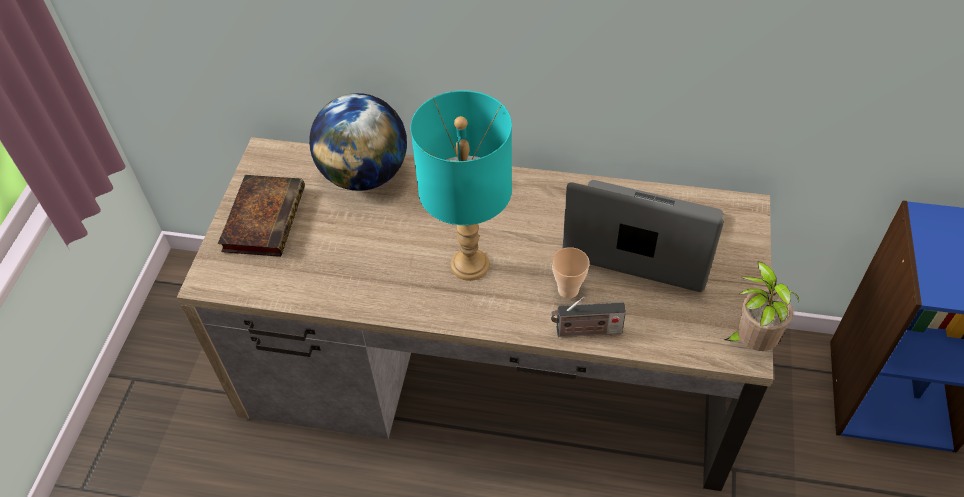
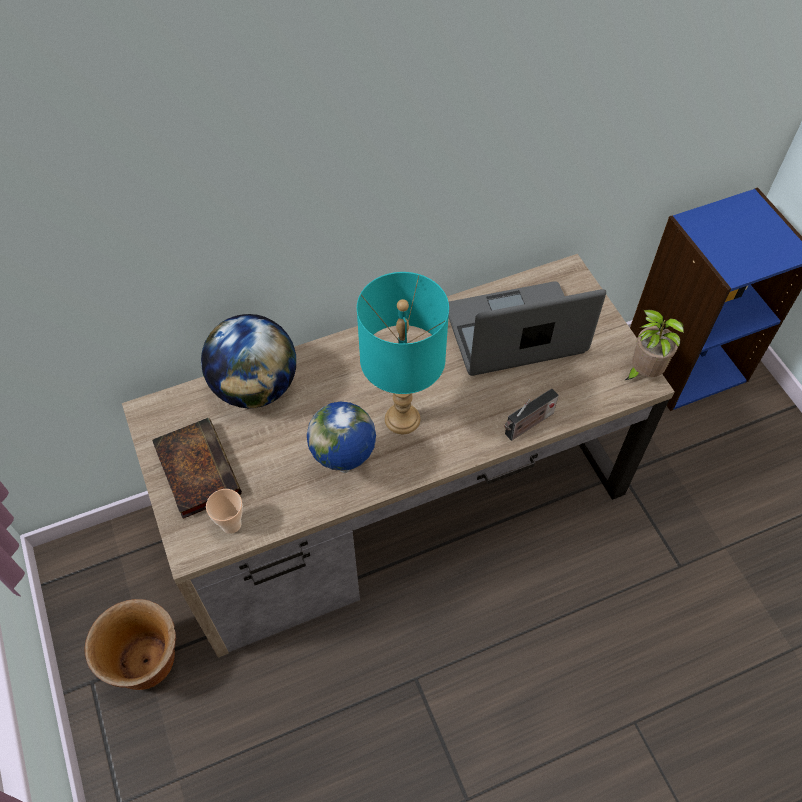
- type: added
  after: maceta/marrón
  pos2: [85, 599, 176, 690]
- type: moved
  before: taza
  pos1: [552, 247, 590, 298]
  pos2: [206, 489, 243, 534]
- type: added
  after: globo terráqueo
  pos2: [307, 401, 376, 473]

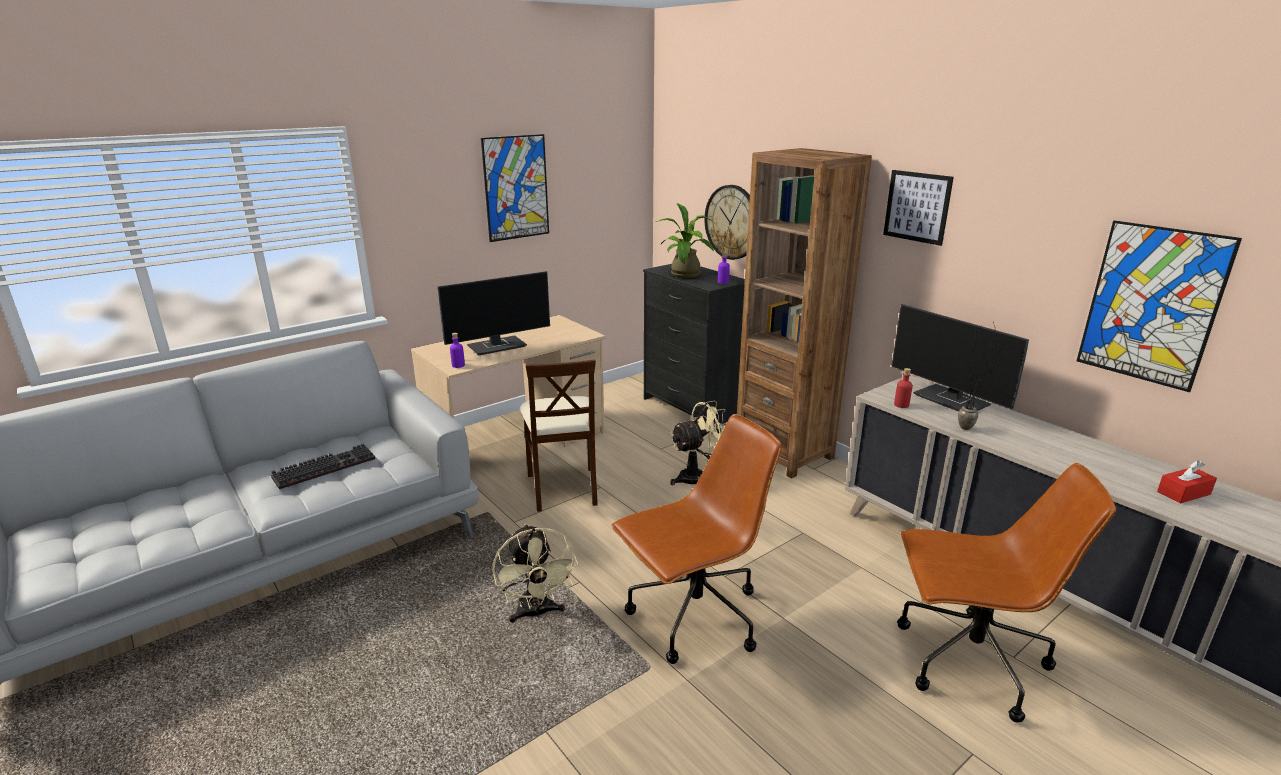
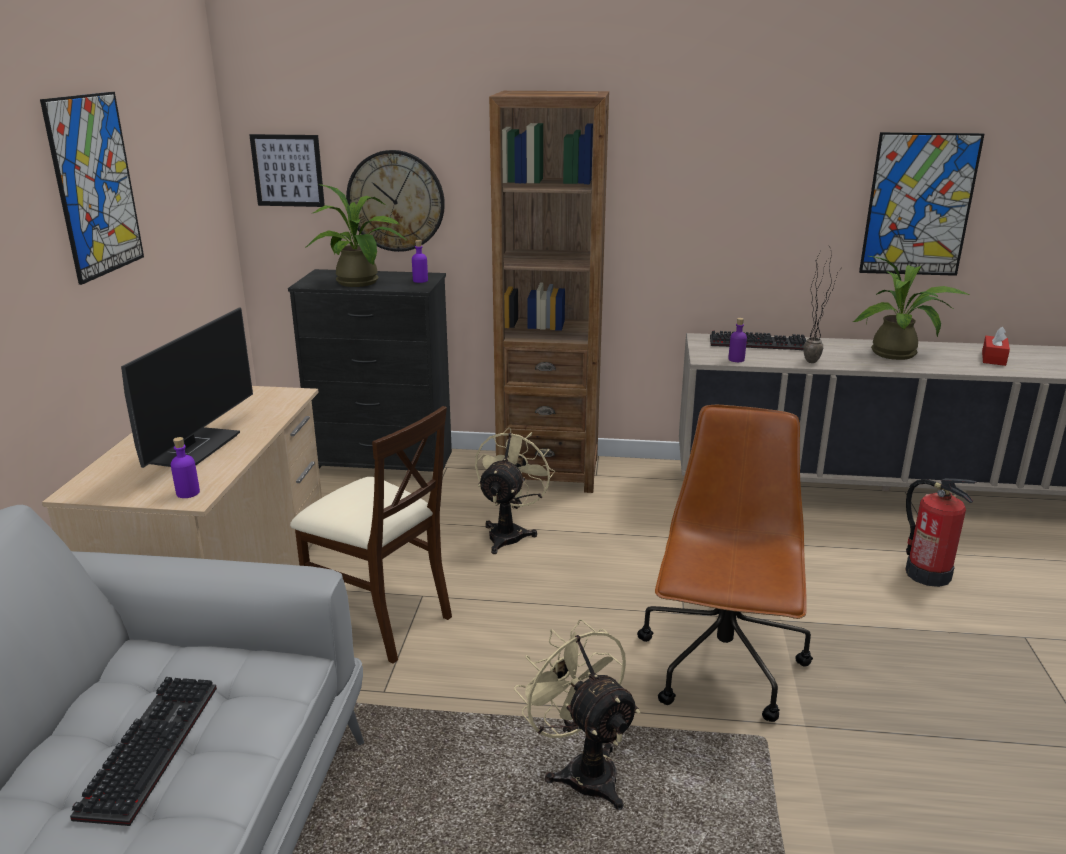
- type: moved
  before: cuadro
  pos1: [883, 170, 954, 246]
  pos2: [249, 134, 325, 207]
- type: turned
  before: ventilador/beis
  pos1: [493, 524, 578, 622]
  pos2: [514, 619, 640, 810]
  turn: -150
- type: replaced
  before: monitor
  after: teclado
  pos1: [891, 304, 1029, 412]
  pos2: [710, 331, 806, 350]
- type: recoloured
  before: botella/rojo
  after: botella/morado
  pos1: [894, 368, 913, 408]
  pos2: [728, 318, 747, 362]
- type: added
  after: planta en maceta
  pos2: [853, 256, 969, 360]
- type: replaced
  before: silla de oficina/marrón
  after: extintor
  pos1: [897, 463, 1116, 722]
  pos2: [905, 478, 977, 587]

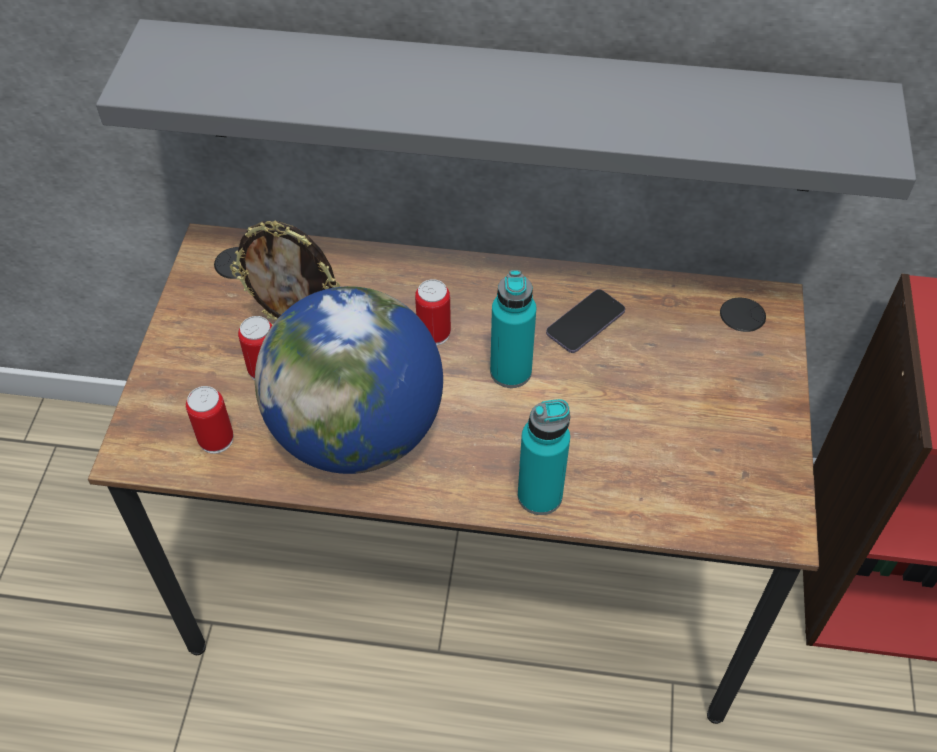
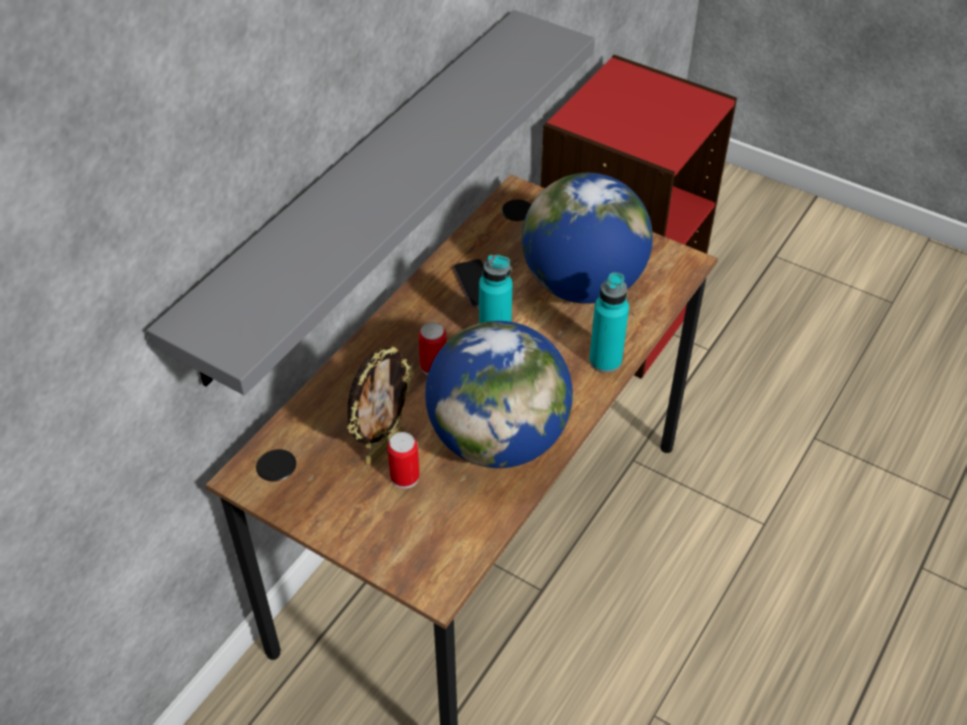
- type: added
  after: globo terráqueo
  pos2: [522, 173, 653, 304]
- type: removed
  before: lata
  pos1: [186, 386, 233, 454]

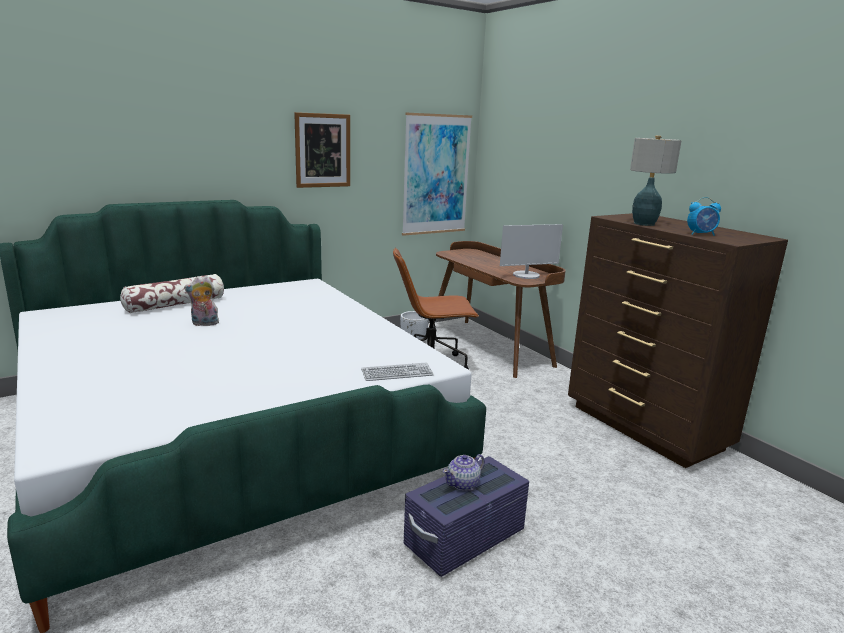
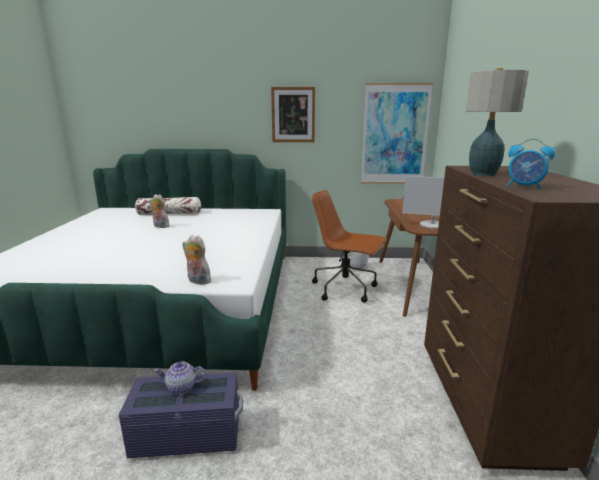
- type: replaced
  before: teclado
  after: peluche
  pos1: [361, 362, 434, 381]
  pos2: [182, 235, 211, 284]

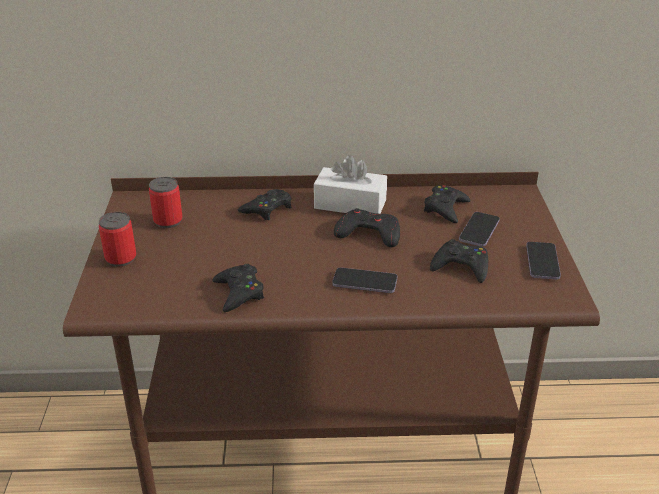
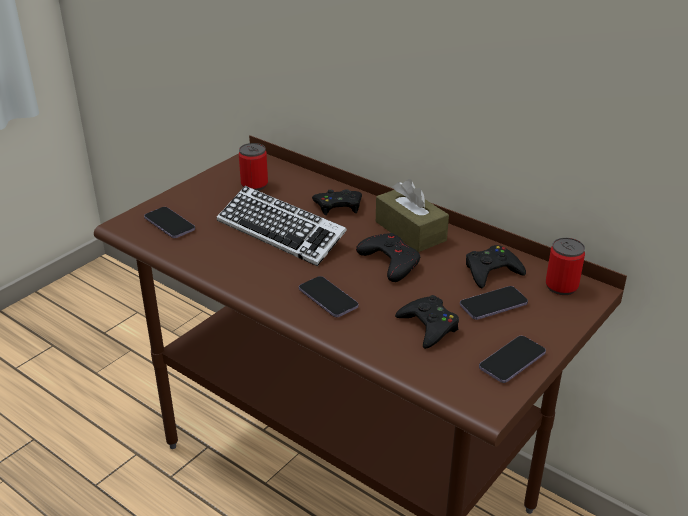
- type: added
  after: móvil
  pos2: [144, 207, 195, 238]
- type: added
  after: teclado
  pos2: [217, 186, 347, 266]
- type: recoloured
  before: caja de pañuelos/blanco
  after: caja de pañuelos/marrón
  pos1: [314, 155, 387, 214]
  pos2: [376, 179, 449, 252]
- type: moved
  before: lata
  pos1: [99, 212, 136, 267]
  pos2: [546, 238, 585, 295]
- type: removed
  before: mando de consola/negro
  pos1: [212, 264, 264, 312]

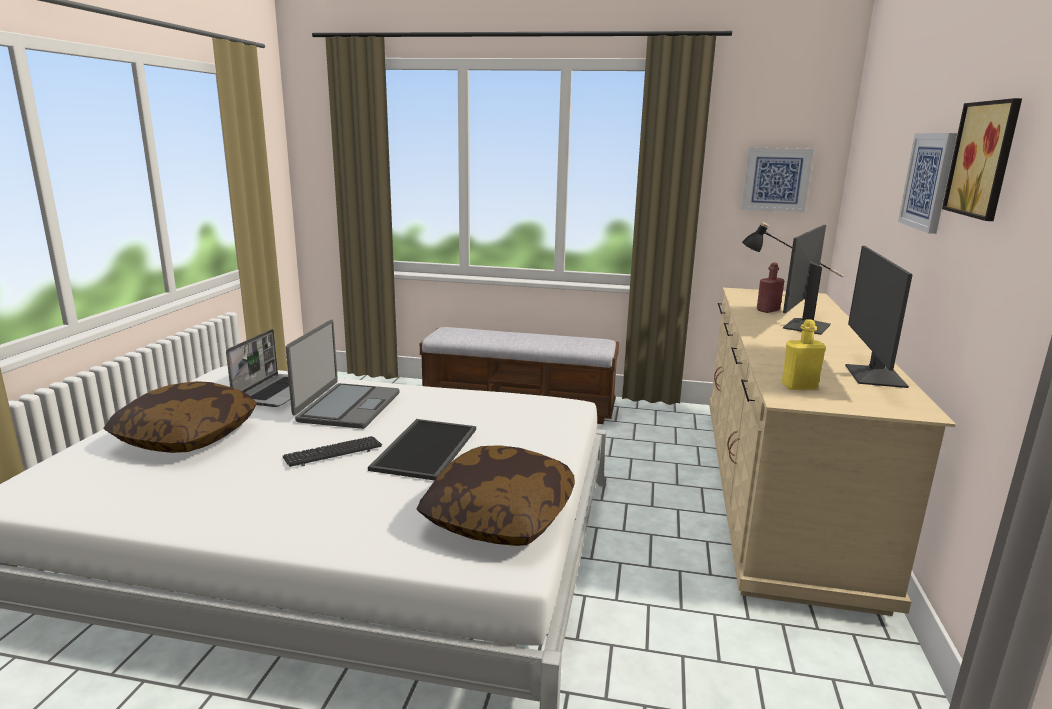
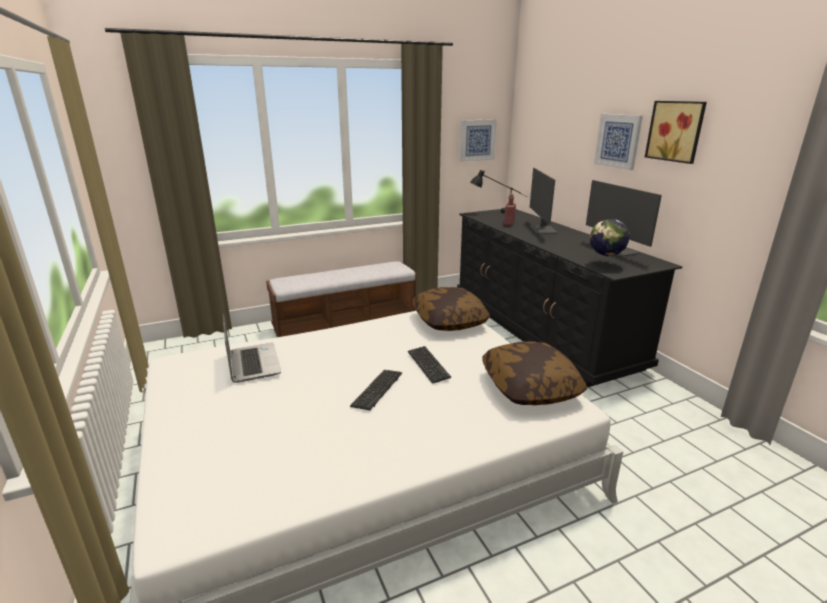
- type: replaced
  before: bandeja
  after: teclado
  pos1: [368, 419, 476, 481]
  pos2: [408, 346, 451, 384]
- type: moved
  before: cojín
  pos1: [103, 381, 257, 453]
  pos2: [412, 287, 490, 331]
- type: recoloured
  before: cómoda/beis
  after: cómoda/negro
  pos1: [709, 288, 956, 616]
  pos2: [457, 209, 682, 387]
- type: replaced
  before: botella/amarillo
  after: globo terráqueo
  pos1: [782, 319, 826, 390]
  pos2: [590, 219, 629, 267]
- type: removed
  before: portátil
  pos1: [286, 319, 400, 429]

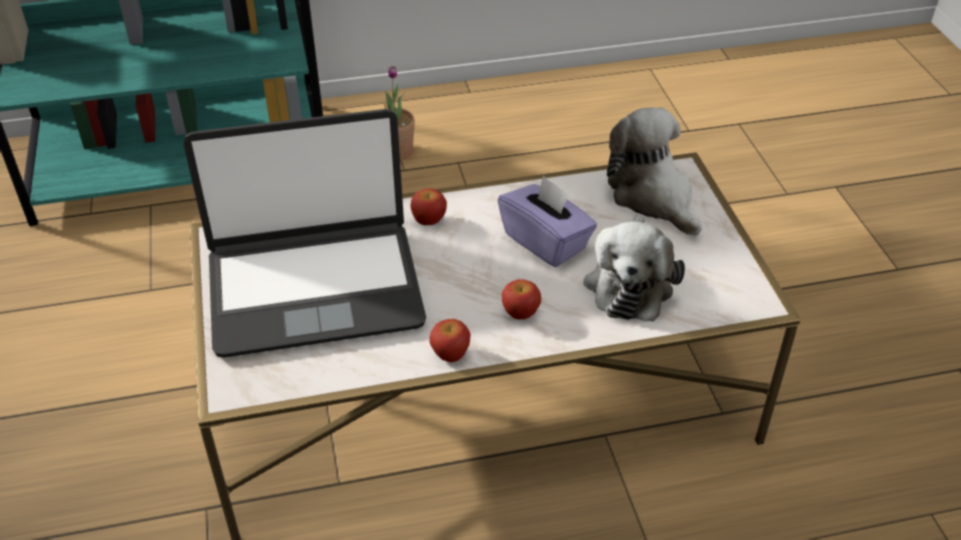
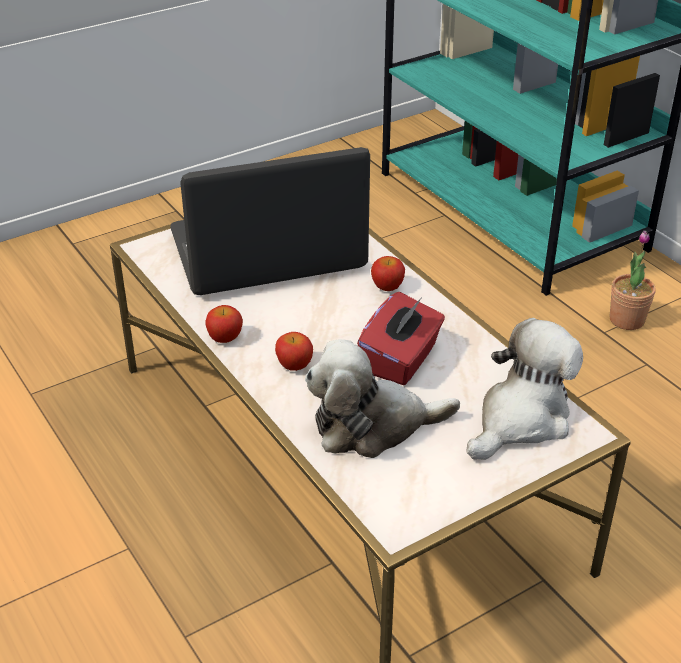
- type: turned
  before: portátil
  pos1: [183, 109, 426, 358]
  pos2: [170, 147, 370, 295]
  turn: 105
- type: recoloured
  before: caja de pañuelos/morado
  after: caja de pañuelos/rojo
  pos1: [498, 175, 597, 267]
  pos2: [357, 292, 445, 385]

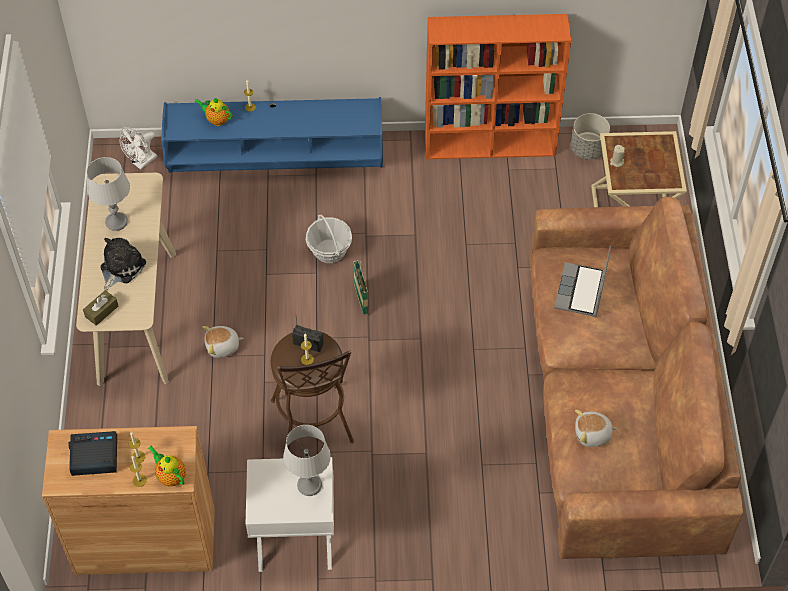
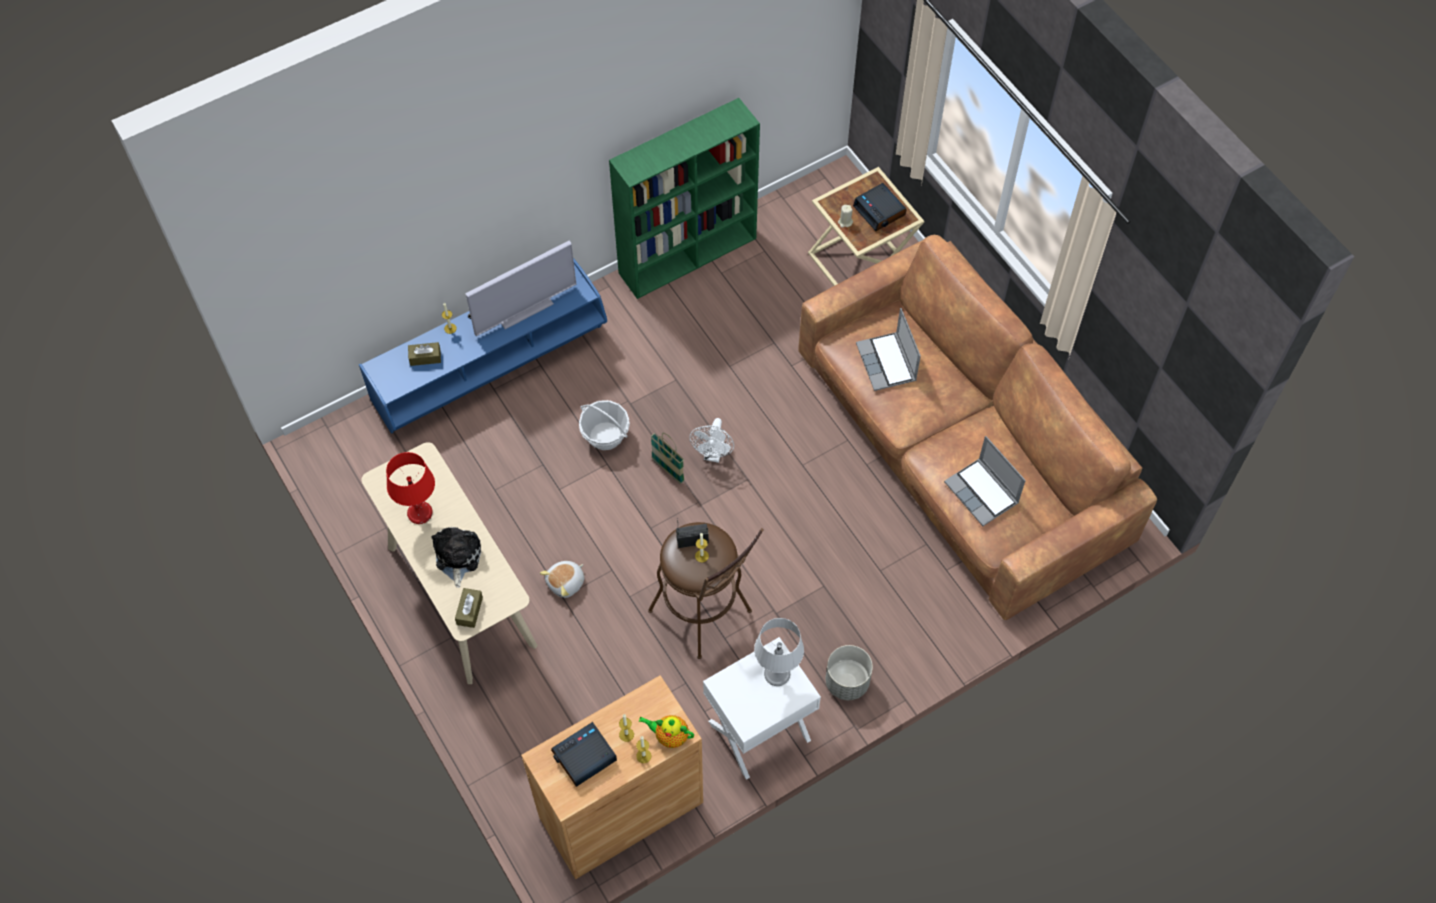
- type: recoloured
  before: lámpara de mesa/gris
  after: lámpara de mesa/rojo
  pos1: [87, 157, 130, 231]
  pos2: [386, 452, 435, 524]
- type: replaced
  before: tetera
  after: caja de pañuelos/marrón
  pos1: [194, 98, 233, 126]
  pos2: [408, 342, 441, 366]
- type: added
  after: televisor
  pos2: [465, 241, 576, 336]
- type: recoloured
  before: estantería/naranja
  after: estantería/verde
  pos1: [425, 14, 571, 159]
  pos2: [609, 98, 760, 299]
- type: moved
  before: ventilador/blanco
  pos1: [120, 127, 157, 170]
  pos2: [689, 418, 734, 463]
- type: moved
  before: maceta/gris
  pos1: [571, 113, 610, 160]
  pos2: [825, 645, 873, 700]
- type: added
  after: despertador
  pos2: [853, 183, 906, 231]
- type: replaced
  before: peluche
  after: portátil
  pos1: [575, 410, 617, 447]
  pos2: [944, 436, 1026, 526]

